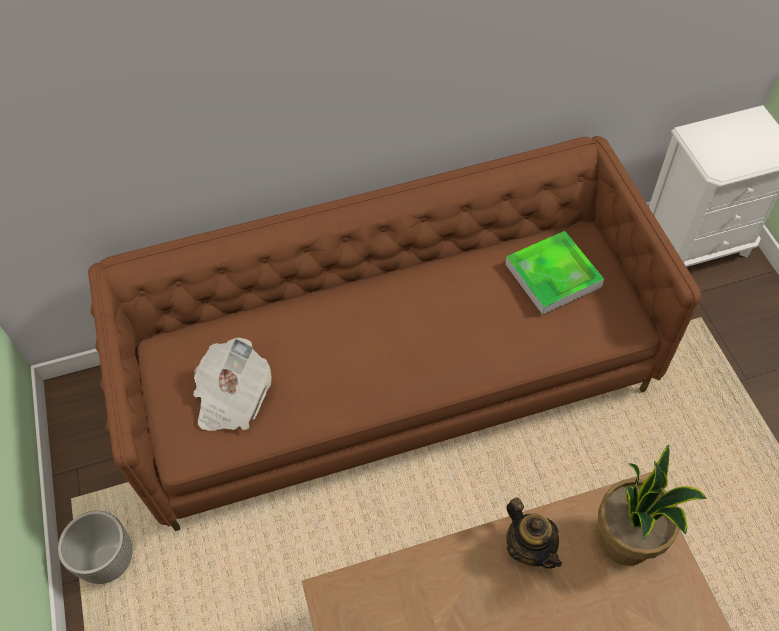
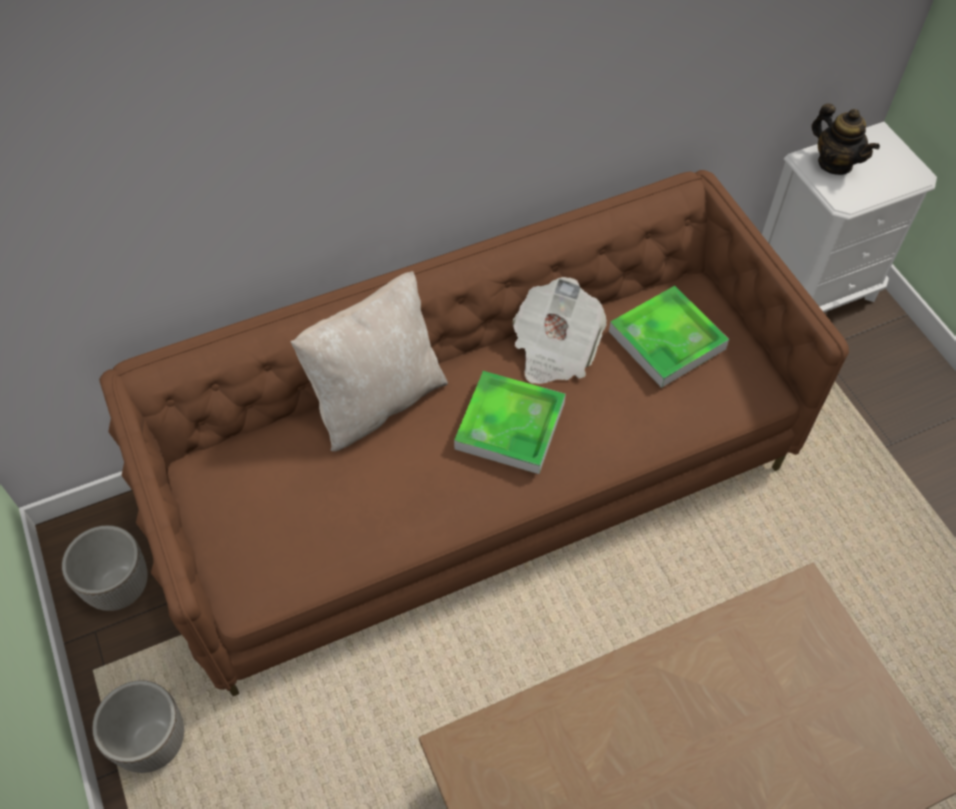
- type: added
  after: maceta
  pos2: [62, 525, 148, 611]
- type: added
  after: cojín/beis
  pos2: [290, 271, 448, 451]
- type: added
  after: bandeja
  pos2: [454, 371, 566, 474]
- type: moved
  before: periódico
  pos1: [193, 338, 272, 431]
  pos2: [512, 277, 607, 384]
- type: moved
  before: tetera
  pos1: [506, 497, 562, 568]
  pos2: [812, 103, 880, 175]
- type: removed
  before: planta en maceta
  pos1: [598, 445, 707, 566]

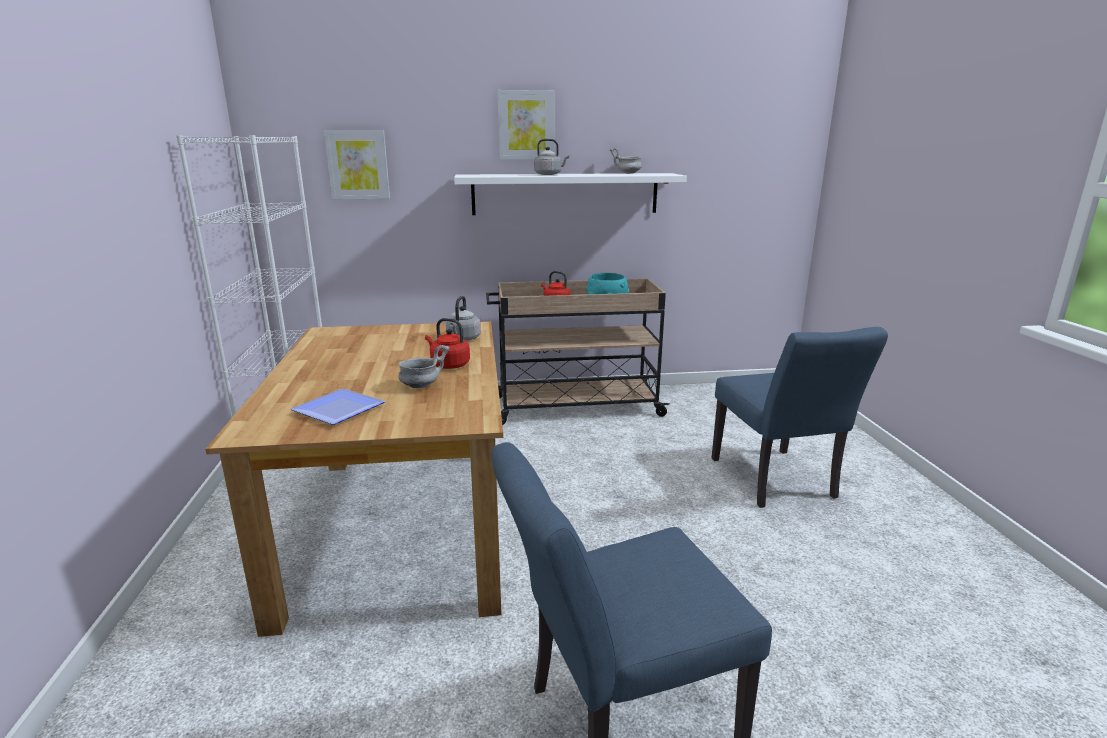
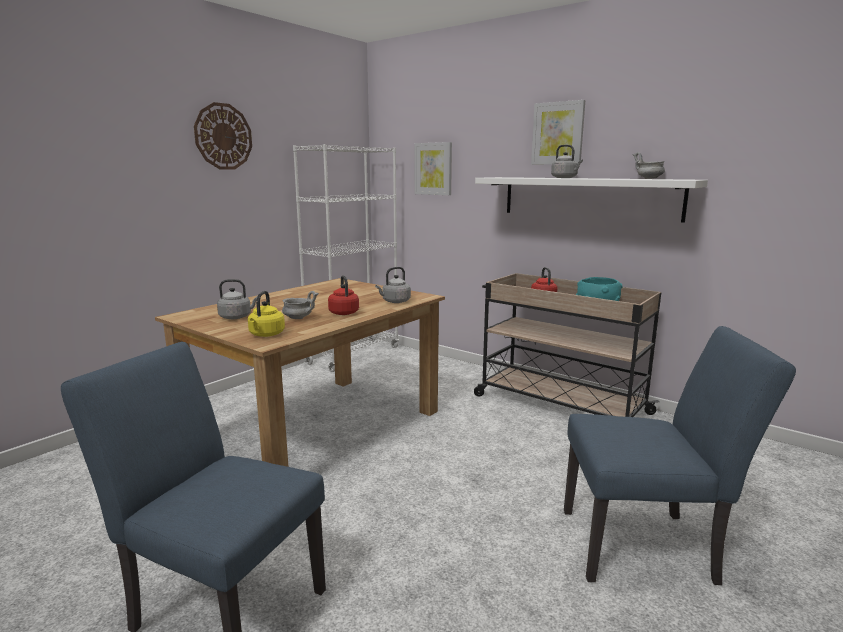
- type: added
  after: reloj de pared
  pos2: [194, 102, 252, 170]
- type: replaced
  before: plato
  after: hervidor/gris
  pos1: [291, 388, 385, 425]
  pos2: [217, 279, 257, 319]
- type: added
  after: hervidor/amarillo
  pos2: [248, 291, 285, 337]
- type: turned
  before: silla/azul
  pos1: [711, 327, 888, 508]
  pos2: [564, 326, 796, 585]
  turn: -120

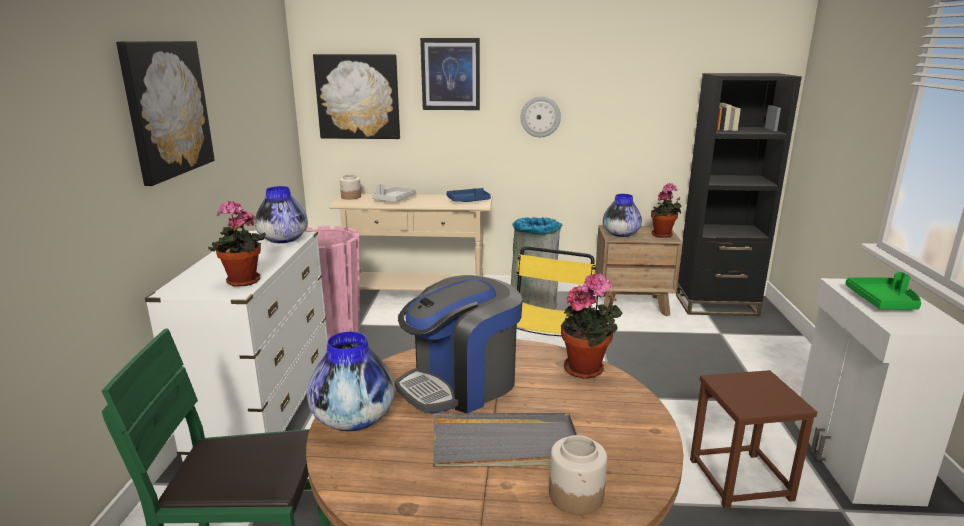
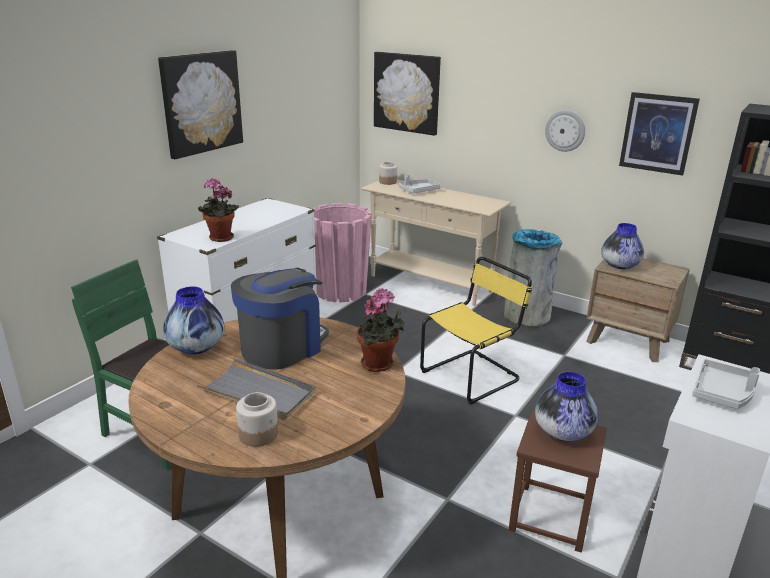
- type: turned
  before: cafetera
  pos1: [395, 275, 523, 413]
  pos2: [231, 268, 329, 370]
  turn: 135
- type: moved
  before: florero
  pos1: [255, 186, 308, 243]
  pos2: [535, 372, 598, 442]
- type: moved
  before: cuadro
  pos1: [420, 38, 480, 110]
  pos2: [619, 92, 700, 176]
- type: recoloured
  before: bandeja/verde
  after: bandeja/gris
  pos1: [845, 272, 921, 310]
  pos2: [692, 359, 760, 409]
- type: removed
  before: bandeja/azul
  pos1: [447, 188, 491, 202]
- type: removed
  before: planta en maceta
  pos1: [651, 183, 682, 238]

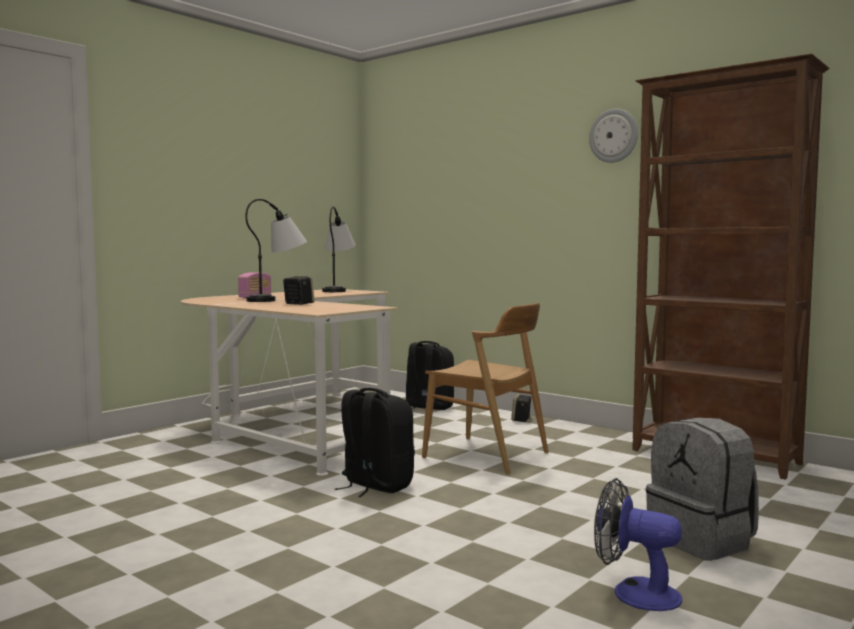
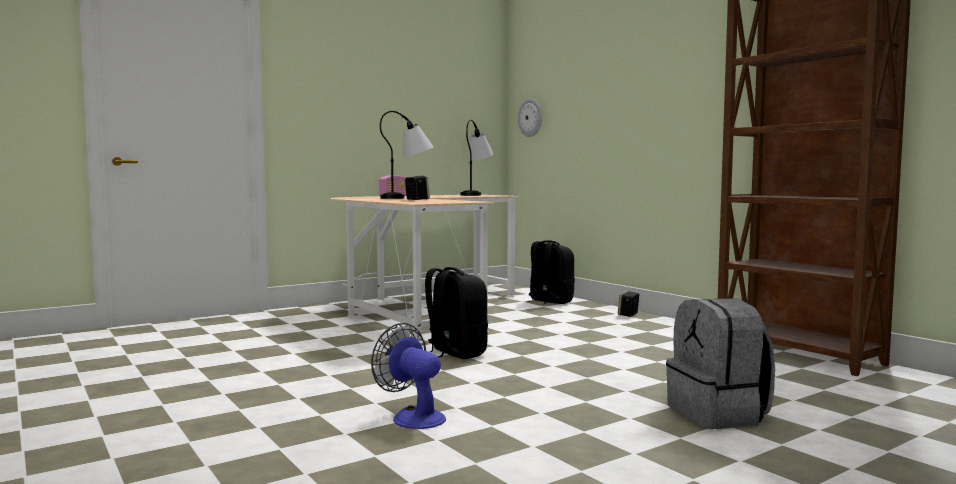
- type: moved
  before: ventilador
  pos1: [594, 478, 682, 611]
  pos2: [371, 323, 446, 429]
- type: moved
  before: reloj de pared
  pos1: [589, 109, 638, 163]
  pos2: [518, 99, 542, 137]
- type: removed
  before: silla/marrón
  pos1: [422, 303, 548, 475]

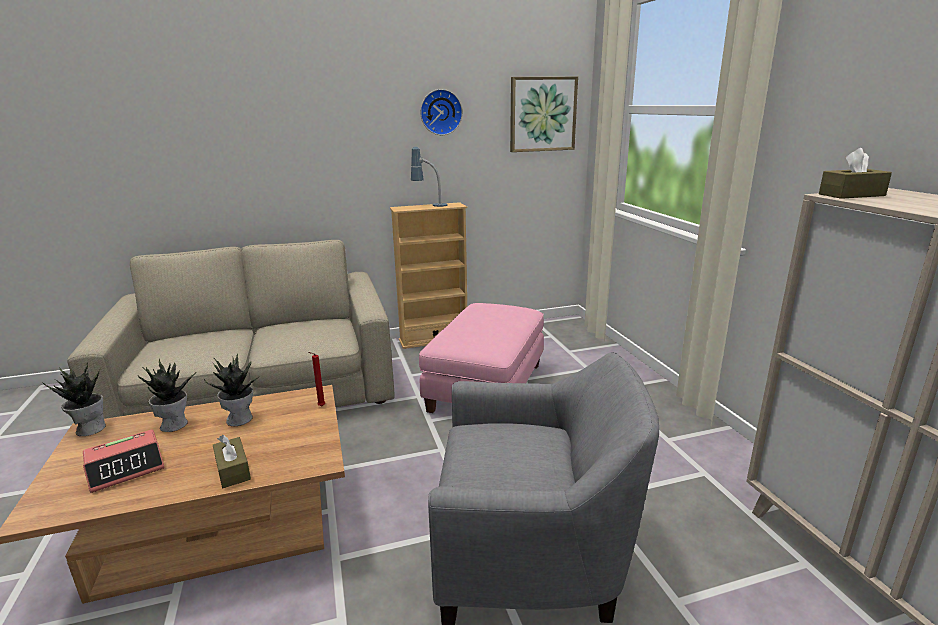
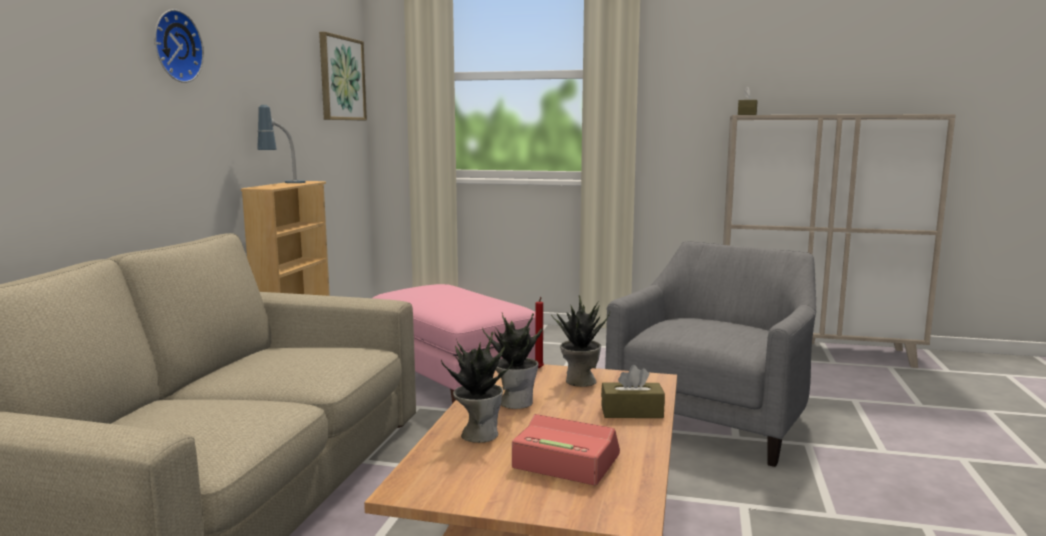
- type: moved
  before: reloj de pared
  pos1: [420, 89, 463, 135]
  pos2: [154, 9, 204, 83]
- type: turned
  before: despertador
  pos1: [83, 430, 165, 493]
  pos2: [512, 414, 620, 485]
  turn: -60
- type: moved
  before: planta en maceta
  pos1: [42, 362, 106, 436]
  pos2: [551, 295, 610, 387]

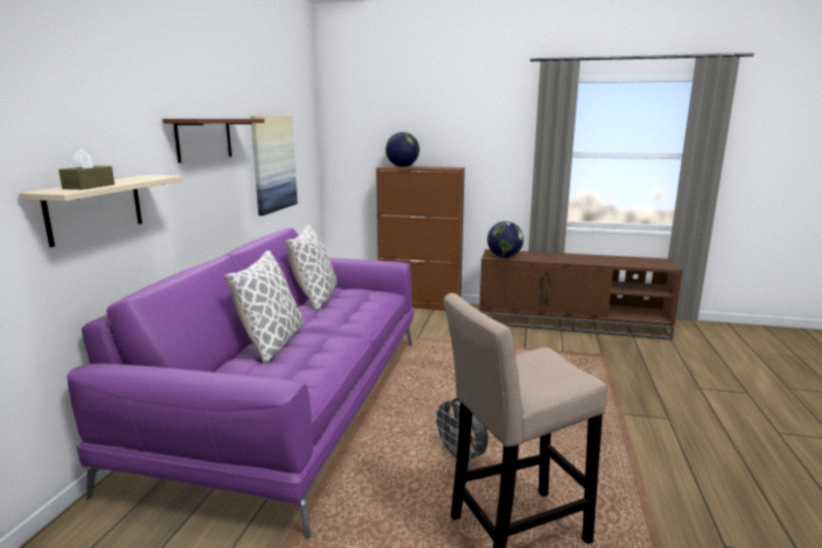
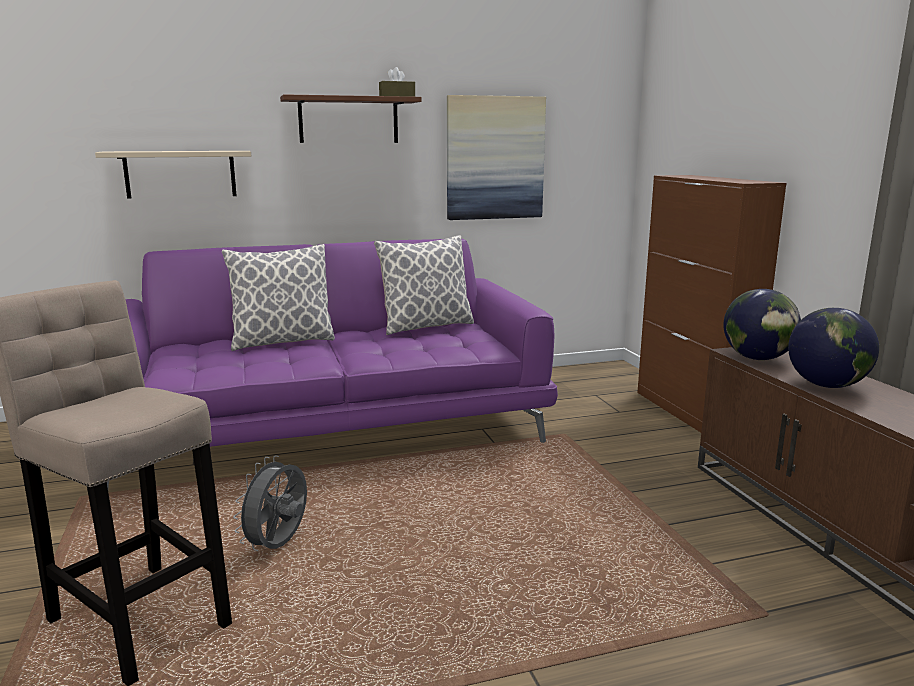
- type: moved
  before: caja de pañuelos/marrón
  pos1: [59, 149, 115, 190]
  pos2: [379, 67, 415, 97]
- type: moved
  before: globo terráqueo
  pos1: [386, 132, 420, 167]
  pos2: [788, 308, 879, 388]

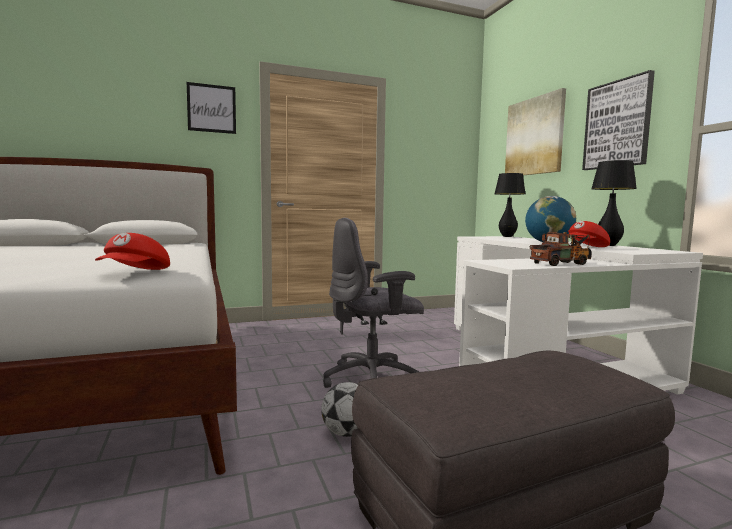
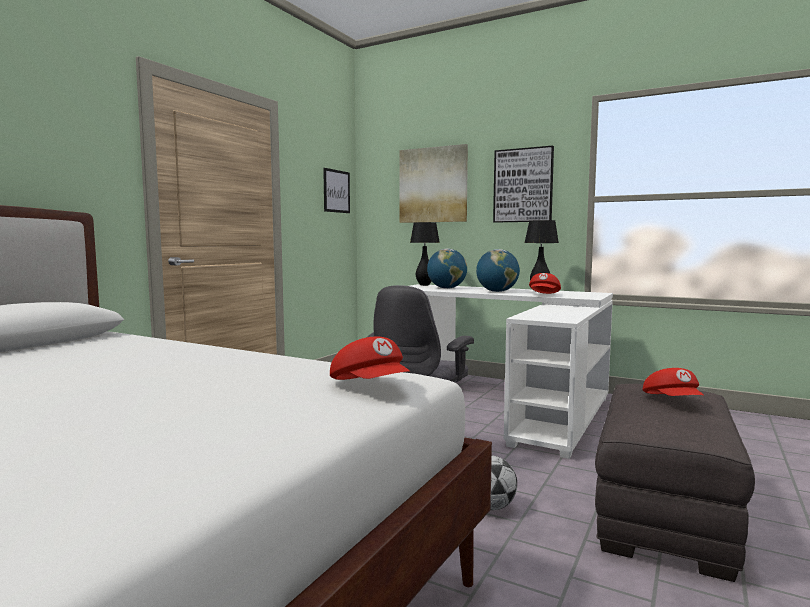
- type: moved
  before: cuadro
  pos1: [187, 82, 236, 134]
  pos2: [323, 168, 350, 213]
- type: added
  after: globo terráqueo
  pos2: [427, 249, 467, 289]
- type: added
  after: gorra/rojo
  pos2: [643, 368, 703, 396]
- type: removed
  before: camión de juguete
  pos1: [530, 232, 592, 266]

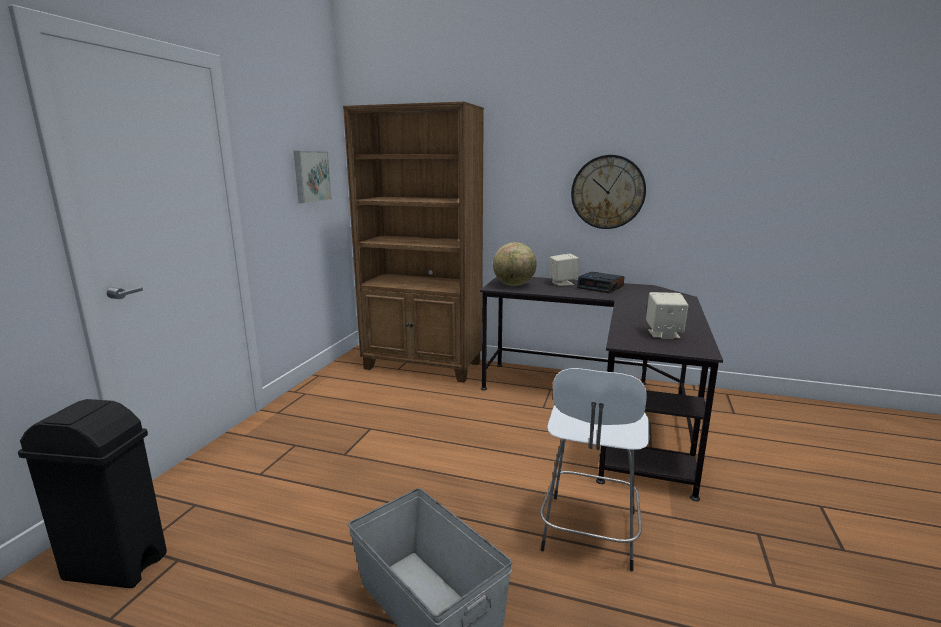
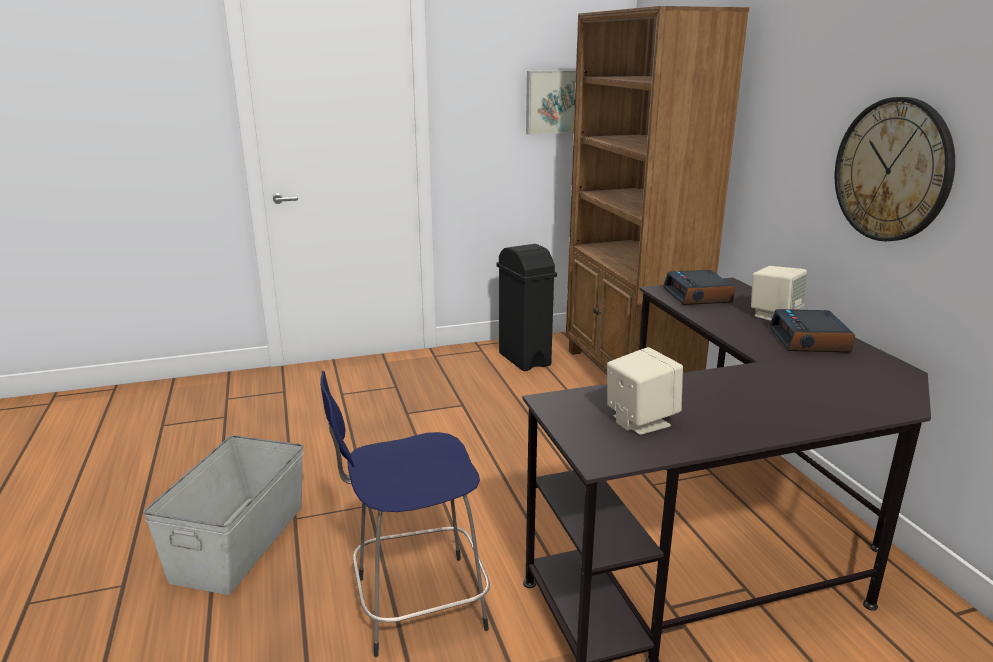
- type: recoloured
  before: taburete/blanco
  after: taburete/azul
  pos1: [540, 368, 649, 571]
  pos2: [320, 371, 490, 657]
- type: moved
  before: papelera/negro
  pos1: [18, 399, 167, 588]
  pos2: [497, 244, 557, 371]
- type: replaced
  before: globo terráqueo
  after: despertador
  pos1: [493, 242, 537, 286]
  pos2: [663, 270, 735, 305]

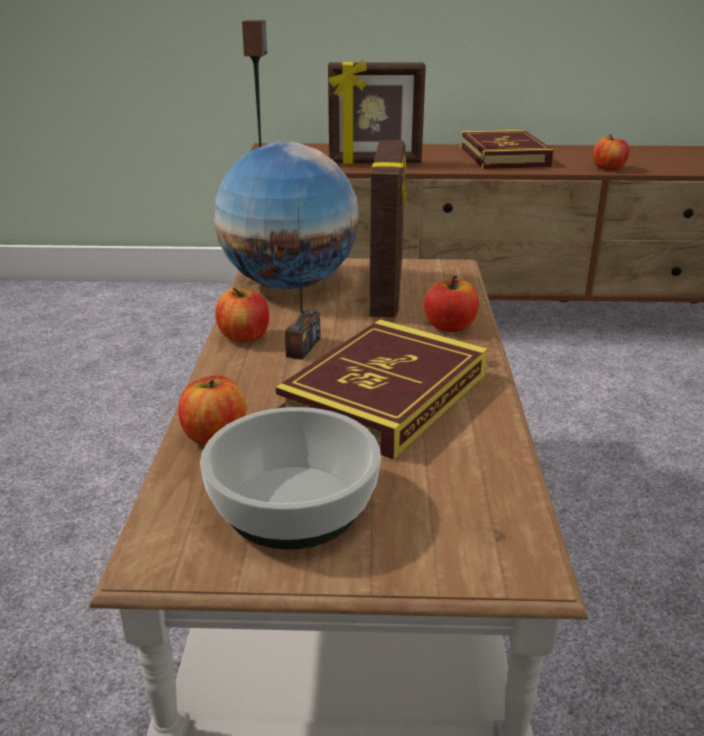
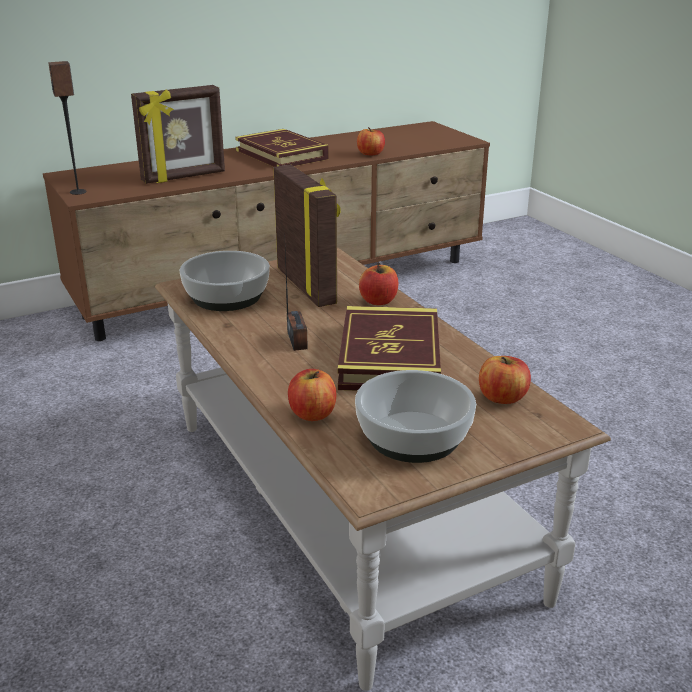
- type: replaced
  before: globo terráqueo
  after: cuenco
  pos1: [214, 142, 359, 289]
  pos2: [180, 251, 270, 311]
- type: moved
  before: manzana
  pos1: [215, 288, 269, 342]
  pos2: [479, 356, 531, 404]

